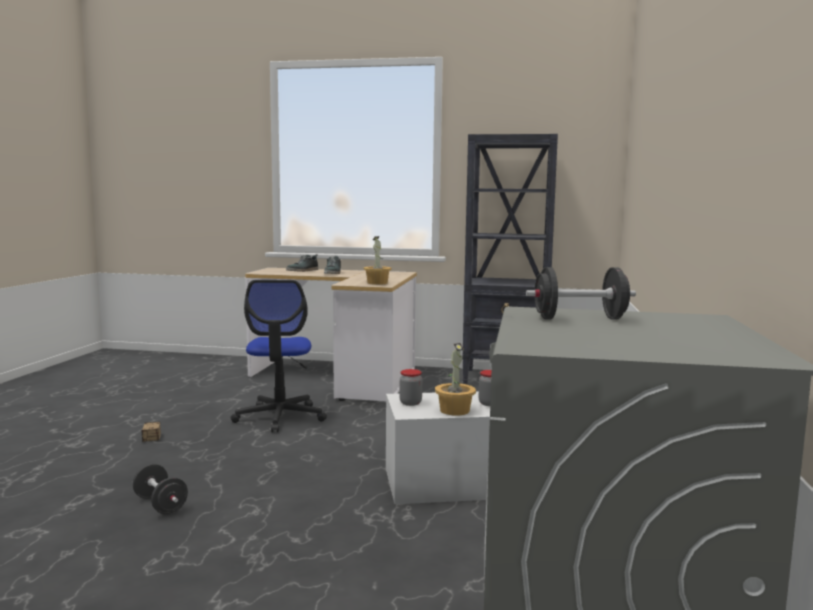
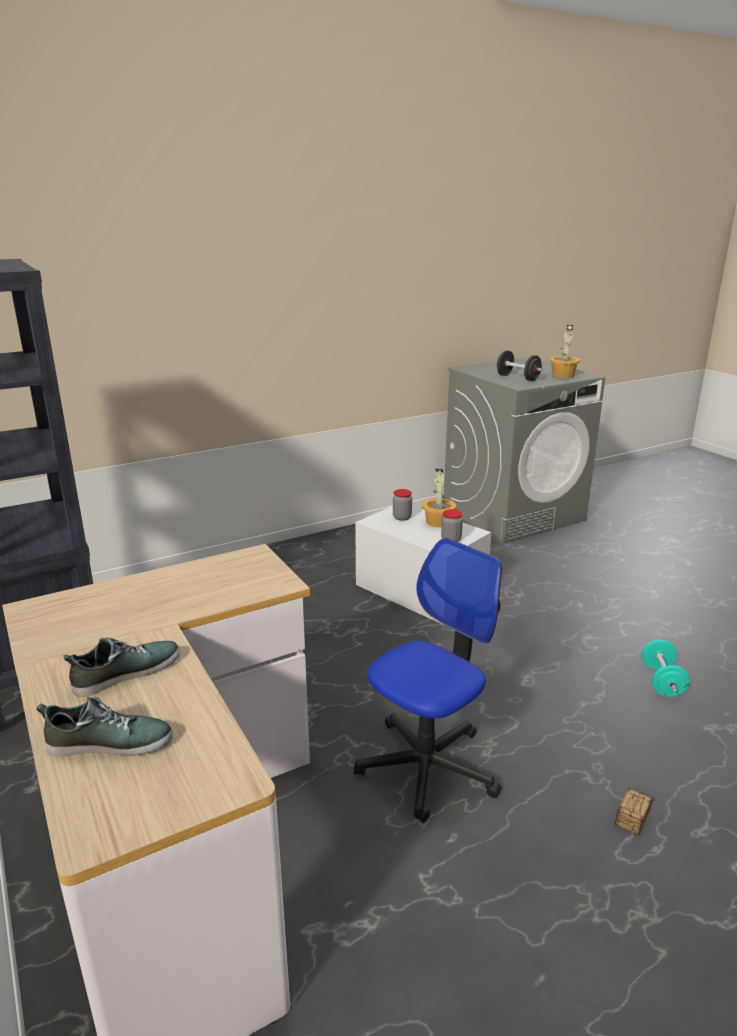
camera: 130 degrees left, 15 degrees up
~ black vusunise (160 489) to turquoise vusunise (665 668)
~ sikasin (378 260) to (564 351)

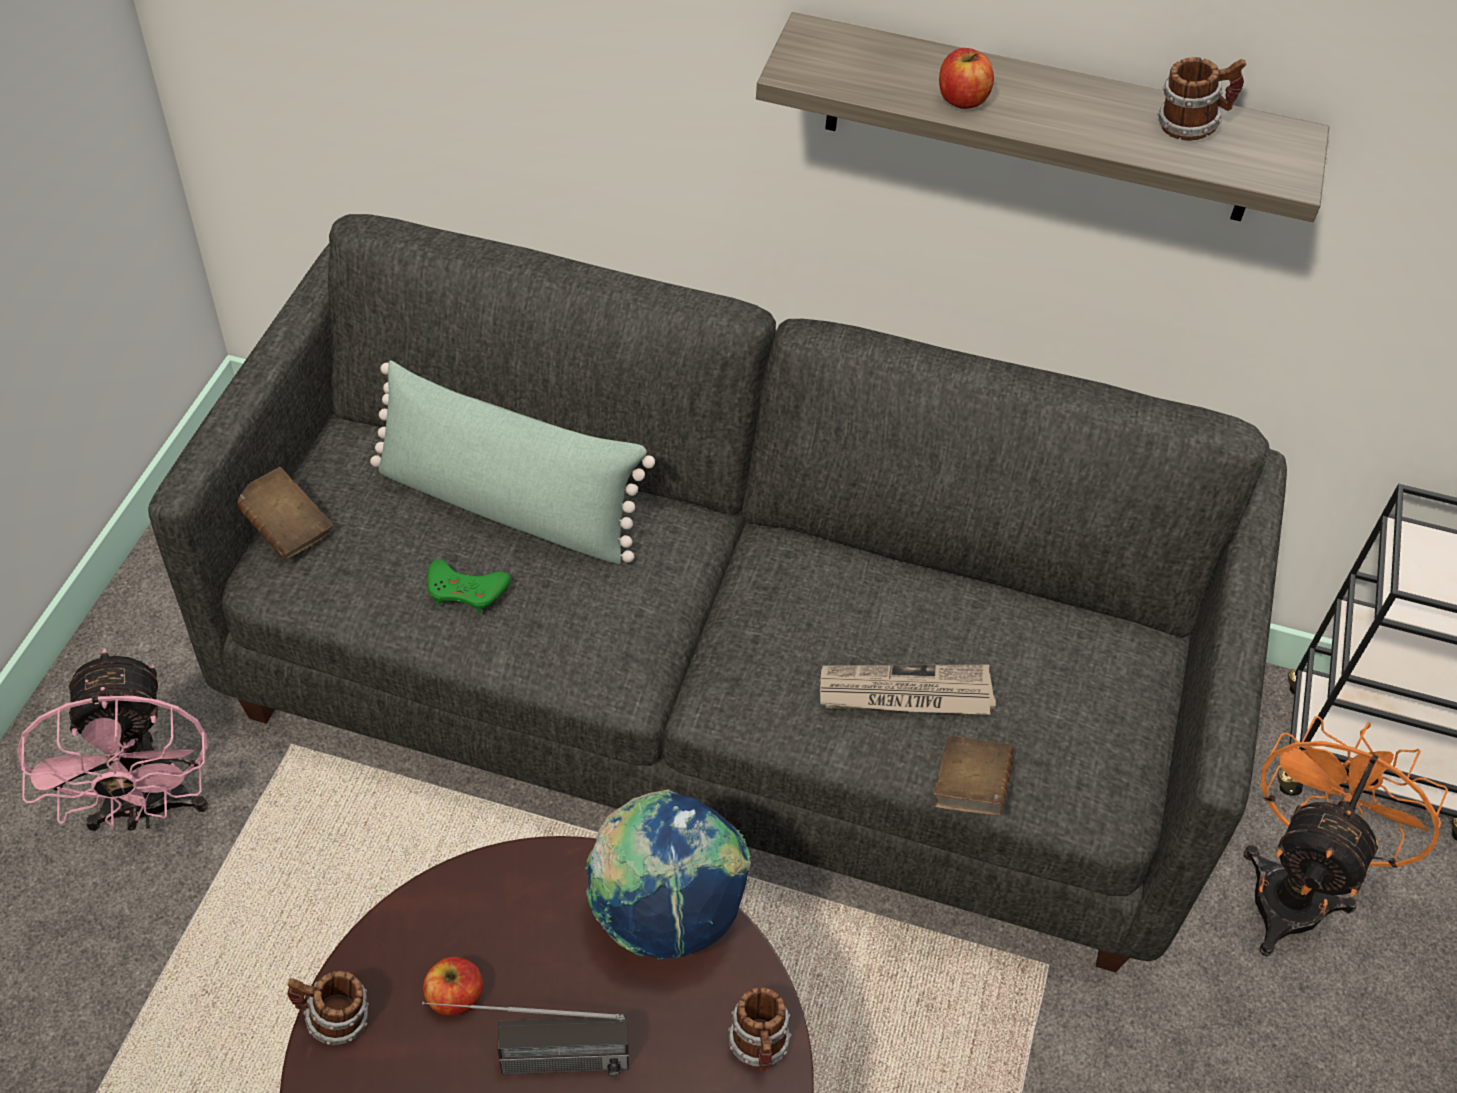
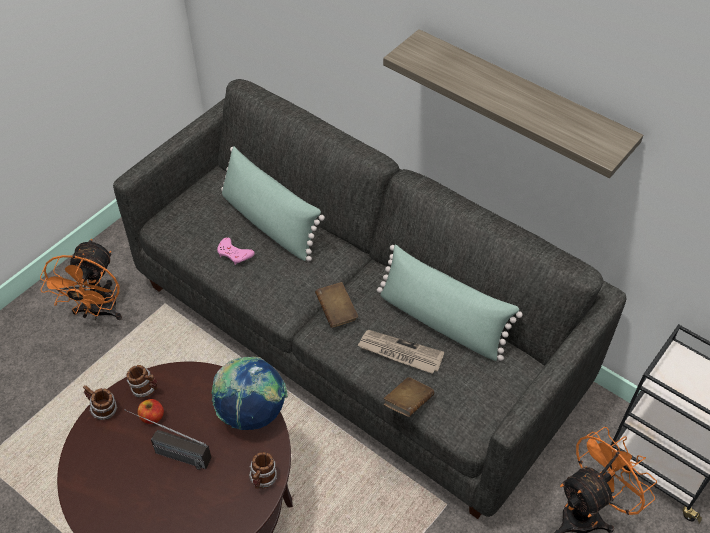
camera: 25 degrees right, 0 degrees up
~ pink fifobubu (112 739) to orange fifobubu (81 279)
~ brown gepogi (285 513) to (336 305)
~ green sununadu (469 586) to pink sununadu (236 251)
- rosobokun (966 78)
~ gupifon (1201 99) to (142 381)
+ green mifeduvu (450 303)

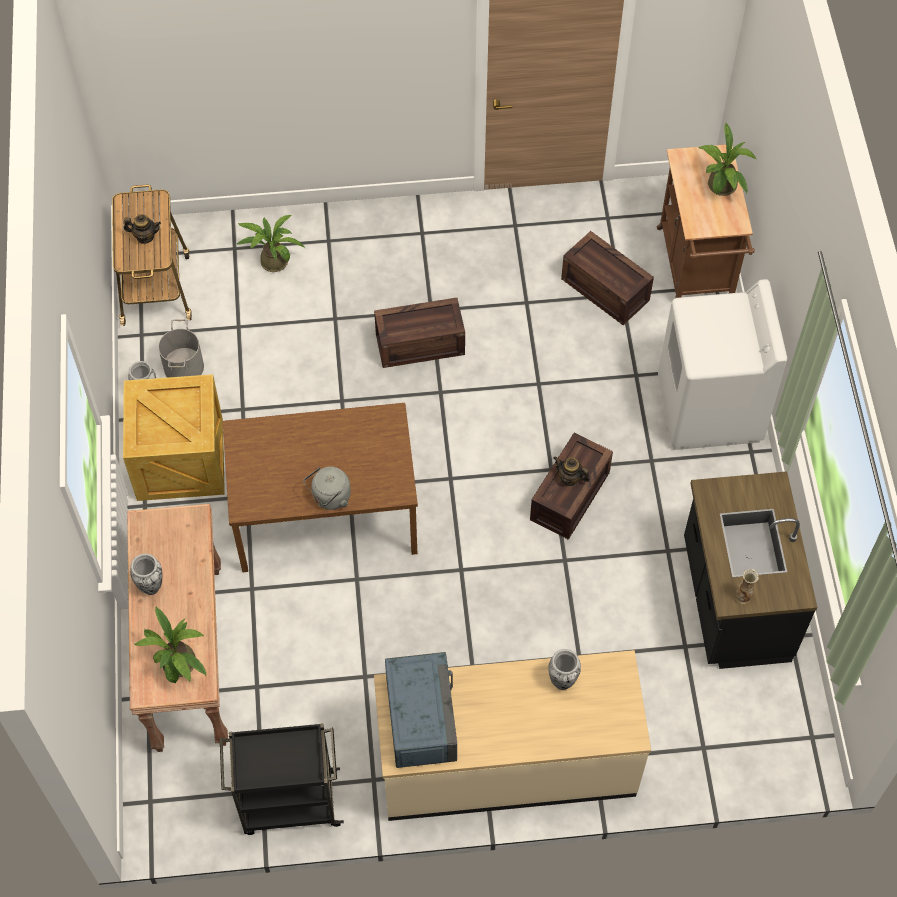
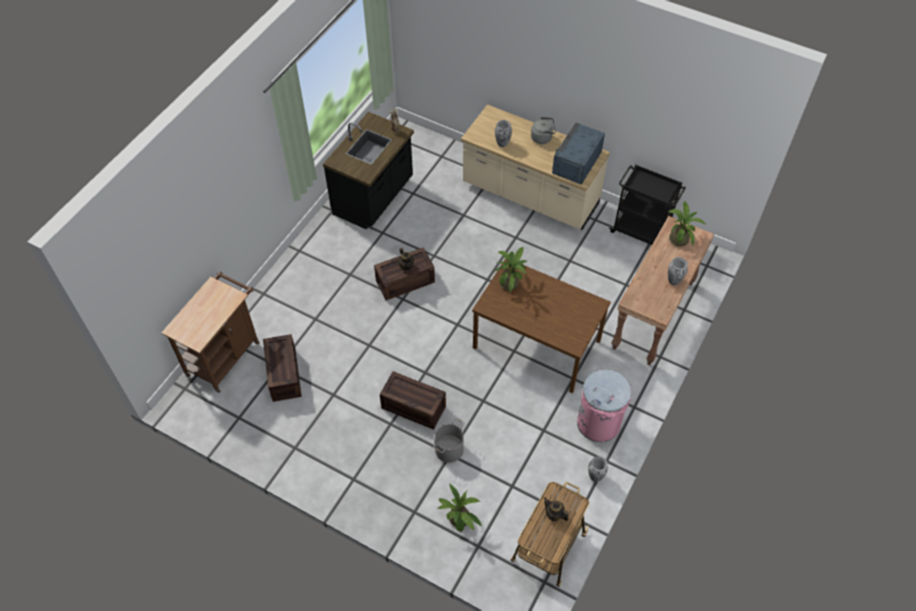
camera: 145 degrees left, 5 degrees down
~ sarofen (174 437) to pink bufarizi (604 405)
~ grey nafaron (181 348) to (449 440)
~ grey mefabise (327 488) to (543 130)
- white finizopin (722 364)
~ sikasin (727 159) to (510 270)

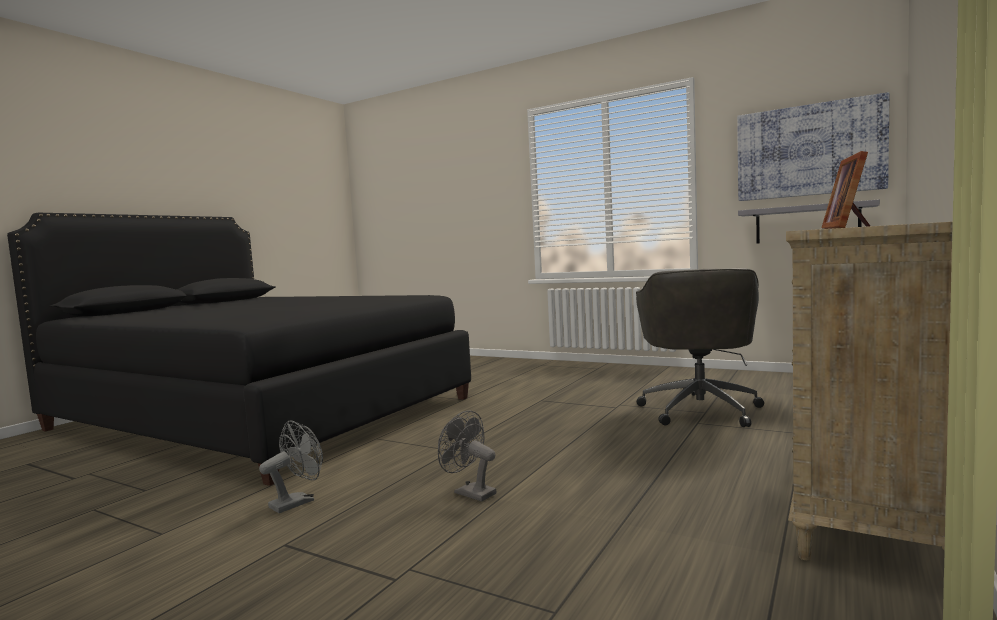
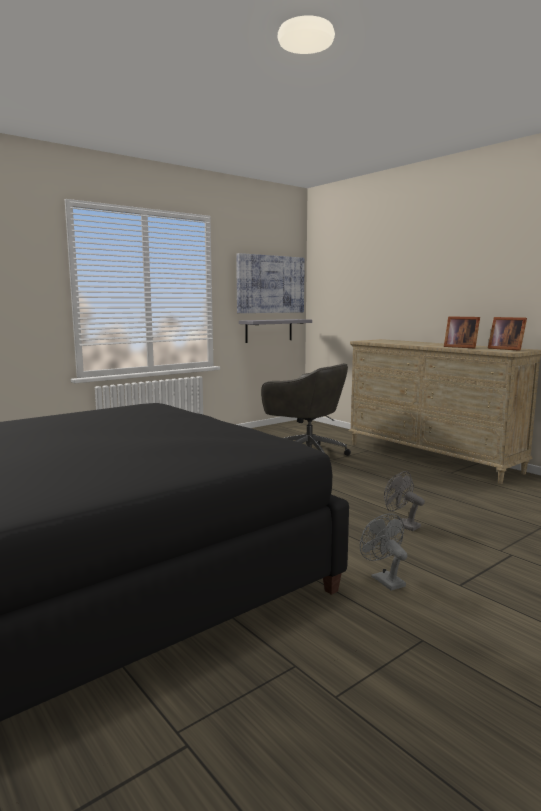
camera: 70 degrees left, 5 degrees up
~ grey fifobubu (467 456) = (404 501) 75 degrees clockwise
+ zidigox (507 334)

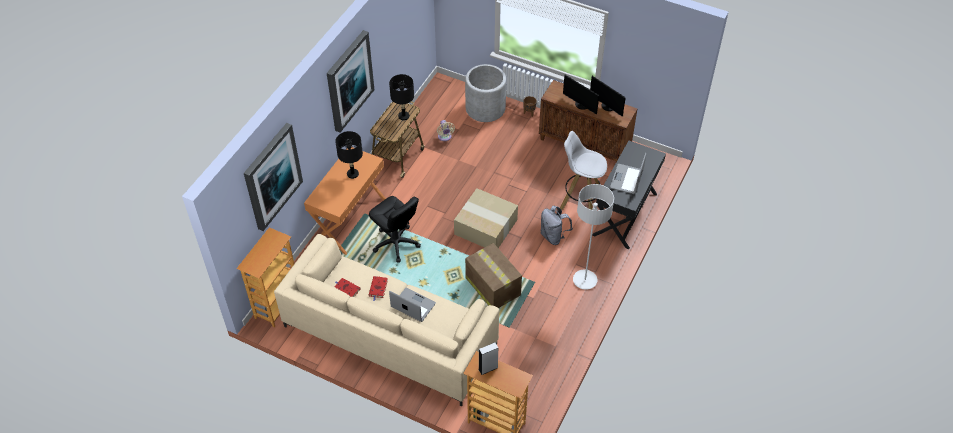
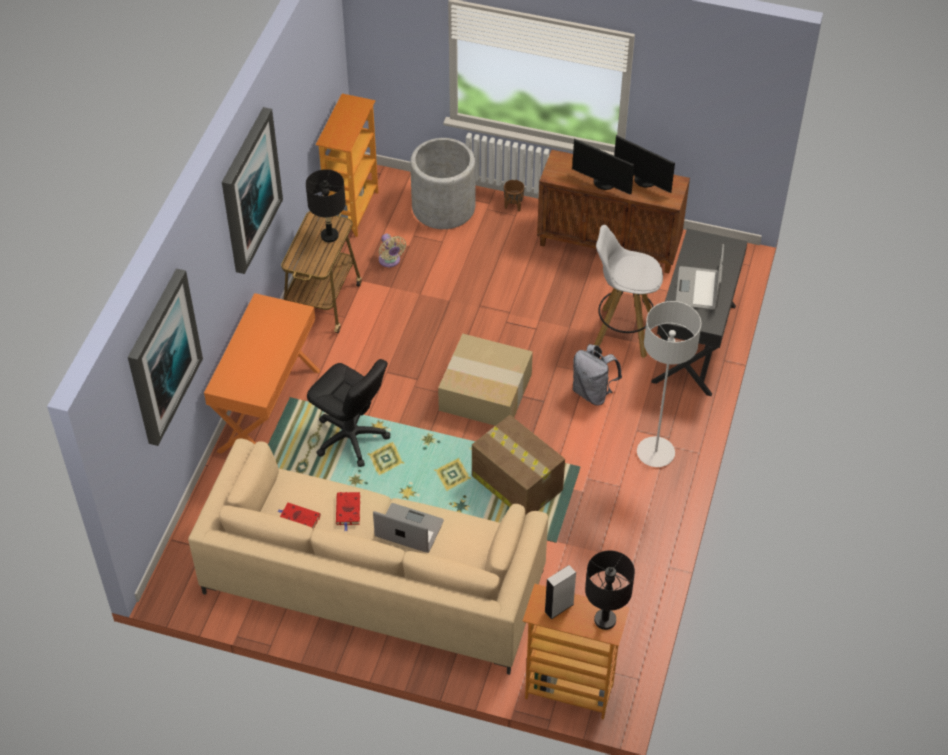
camera: 10 degrees left, 0 degrees up
~ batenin (265 277) to (347 165)
~ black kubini (349 155) to (610 590)

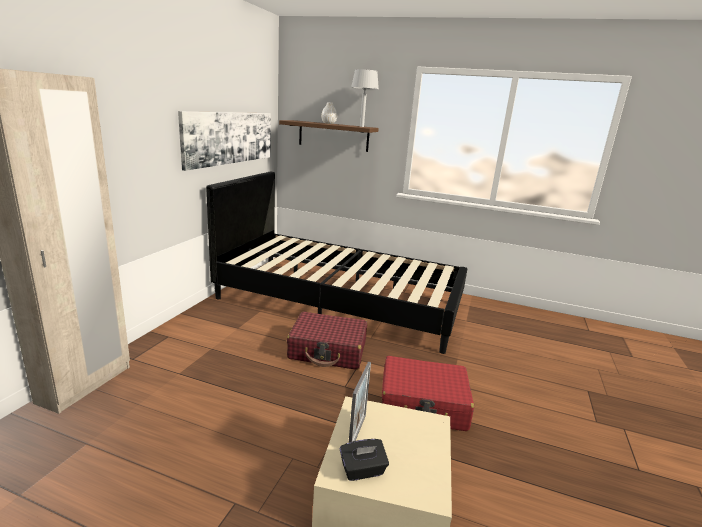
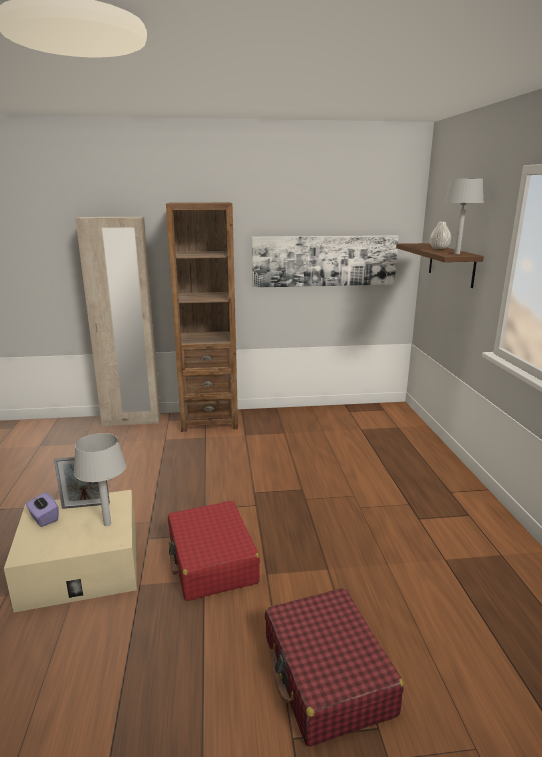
camera: 65 degrees right, 0 degrees up
- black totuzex (336 263)
~ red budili (327 341) to (334 667)
~ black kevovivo (364 460) to purple kevovivo (42 509)
+ grey kubini (100 479)
+ brown batenin (202 317)

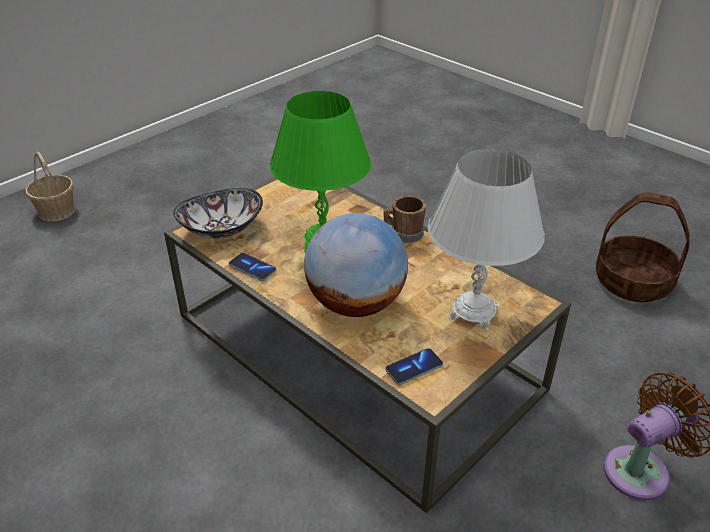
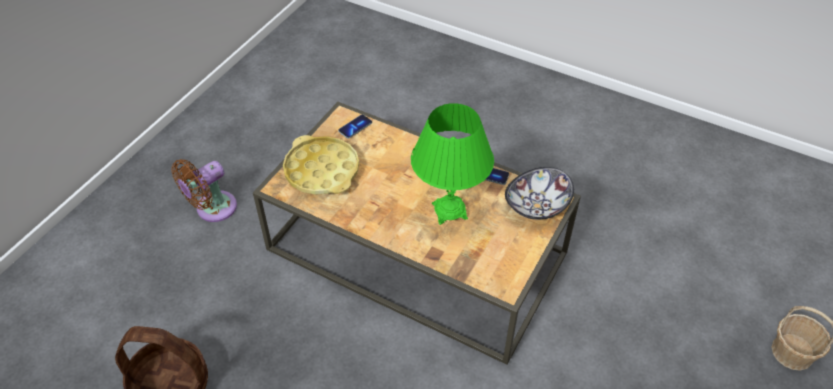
camera: 165 degrees right, 10 degrees up
- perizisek (356 265)
- brown gupifon (405 219)
~ white kubini (486 239) to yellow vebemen (321 165)

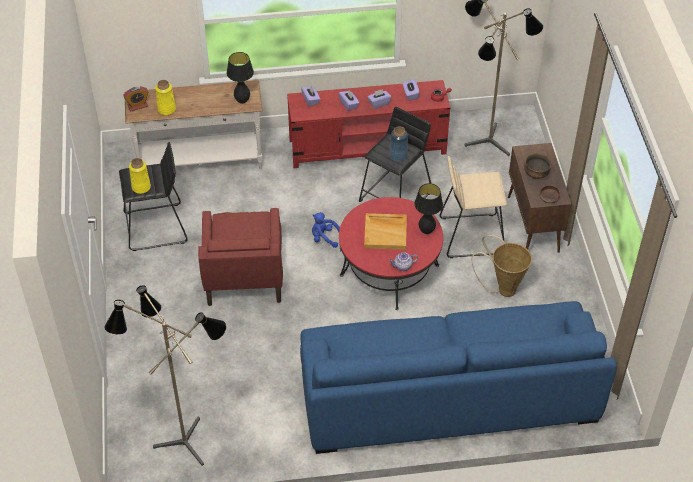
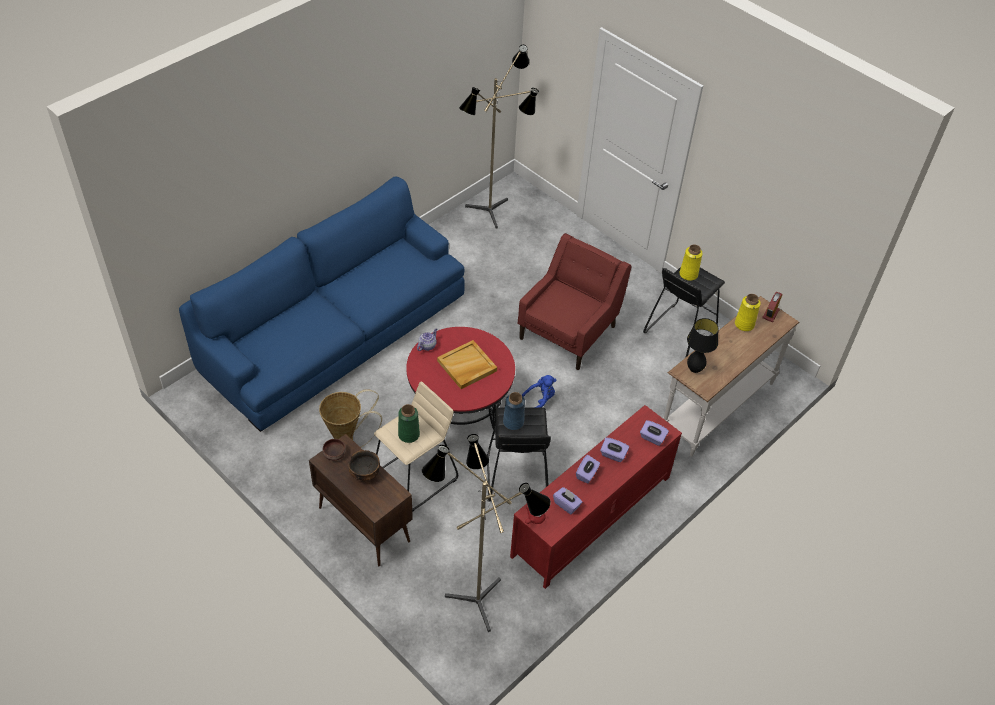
camera: 140 degrees right, 0 degrees up
~ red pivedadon (240 257) = (574 301) 75 degrees clockwise
- black kubini (428 208)
+ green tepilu (409 423)

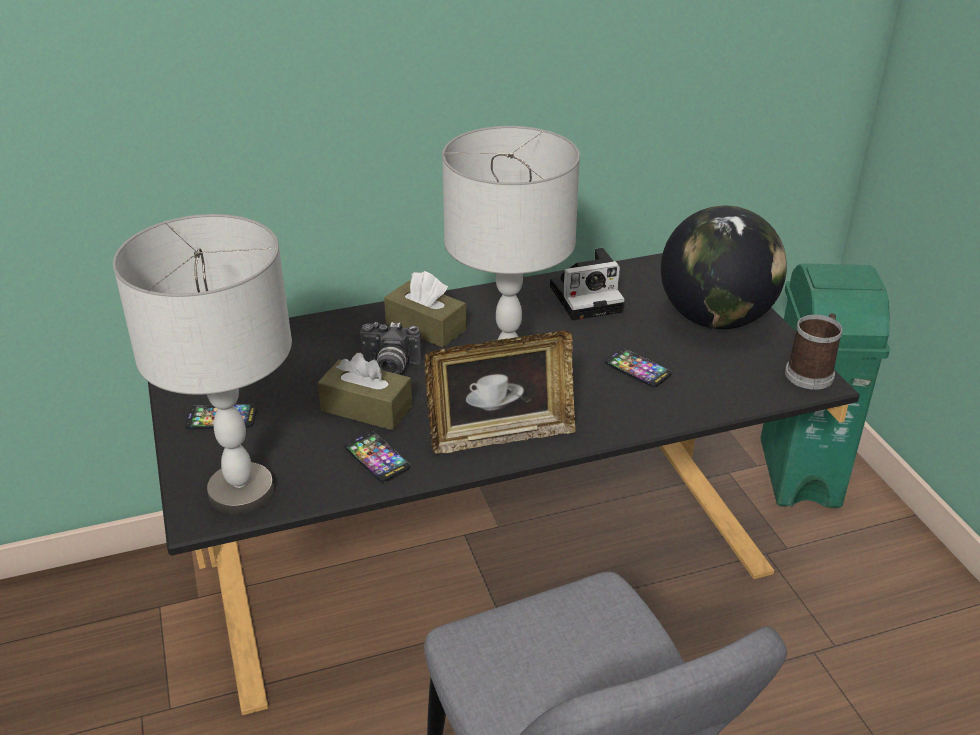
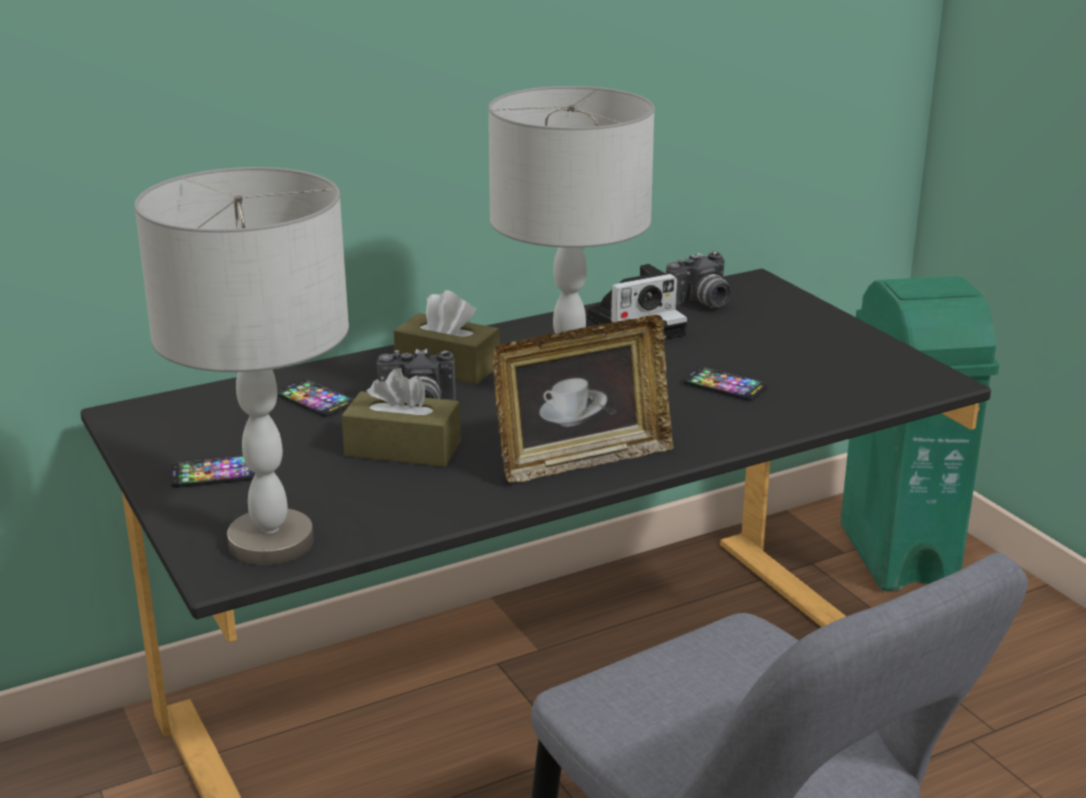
camera: 10 degrees left, 10 degrees down
~ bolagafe (377 456) to (315 398)
- perizisek (724 267)
- gupifon (814 351)
+ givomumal (698 279)

